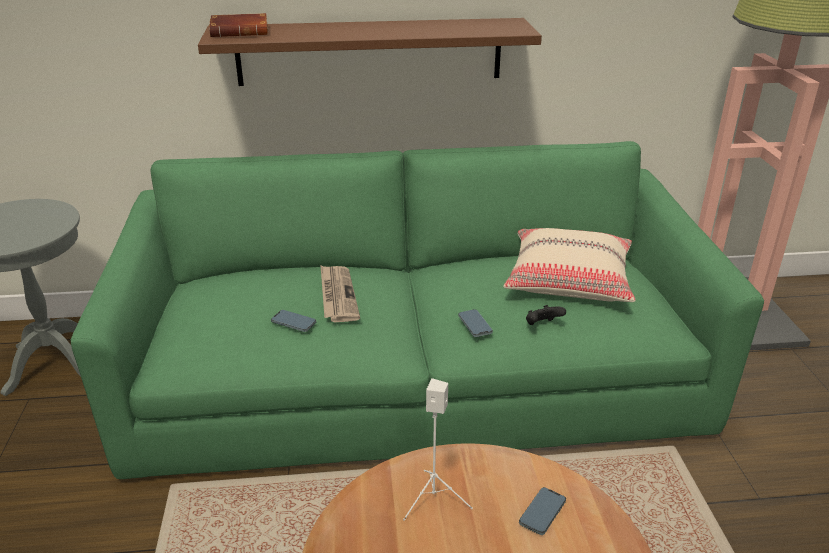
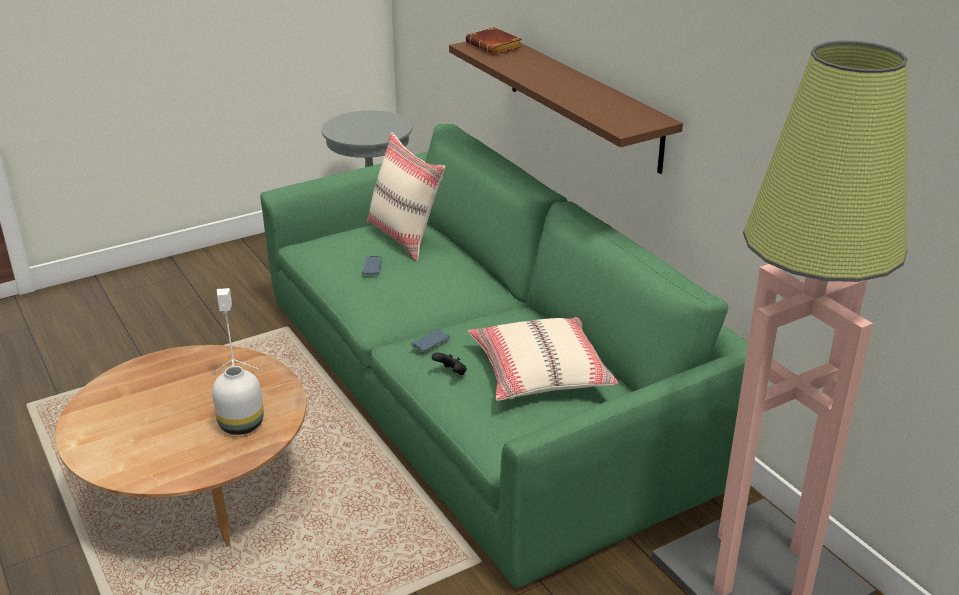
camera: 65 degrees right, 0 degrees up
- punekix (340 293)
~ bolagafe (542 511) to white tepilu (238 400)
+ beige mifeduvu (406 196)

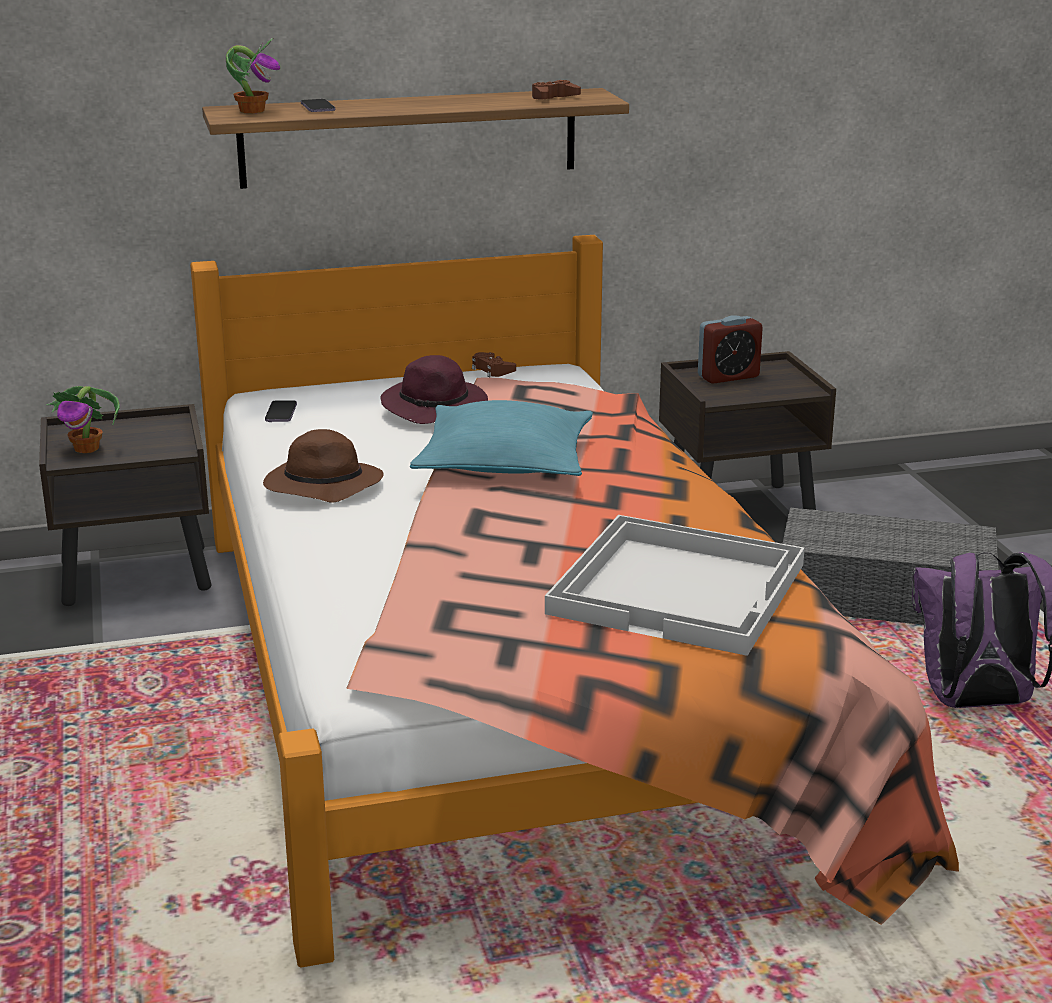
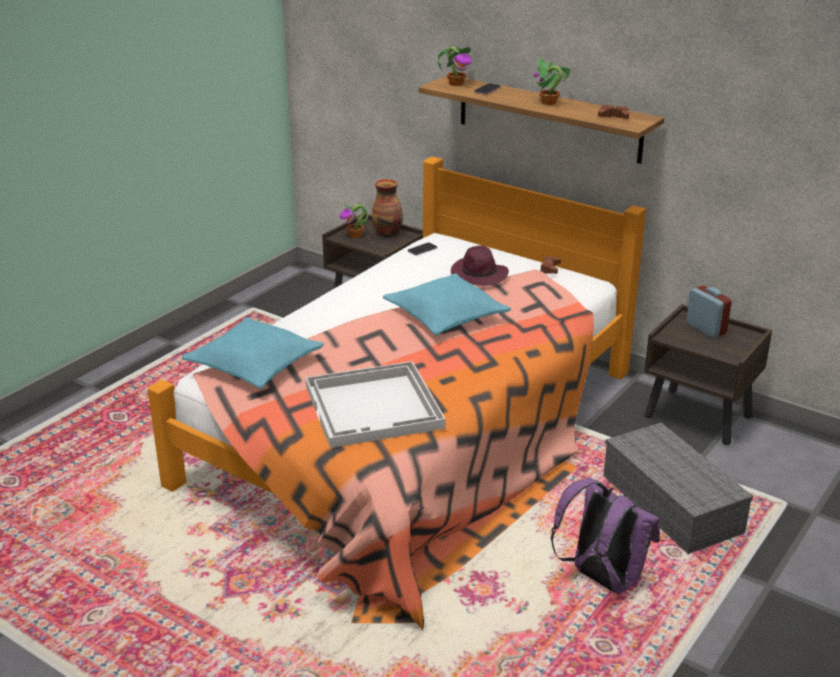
camera: 50 degrees right, 5 degrees up
- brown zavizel (323 466)
~ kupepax (730 349) = (709 312) 150 degrees counterclockwise
+ turquoise mifeduvu (253 353)
+ tepilu (387 208)
+ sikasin (552 82)

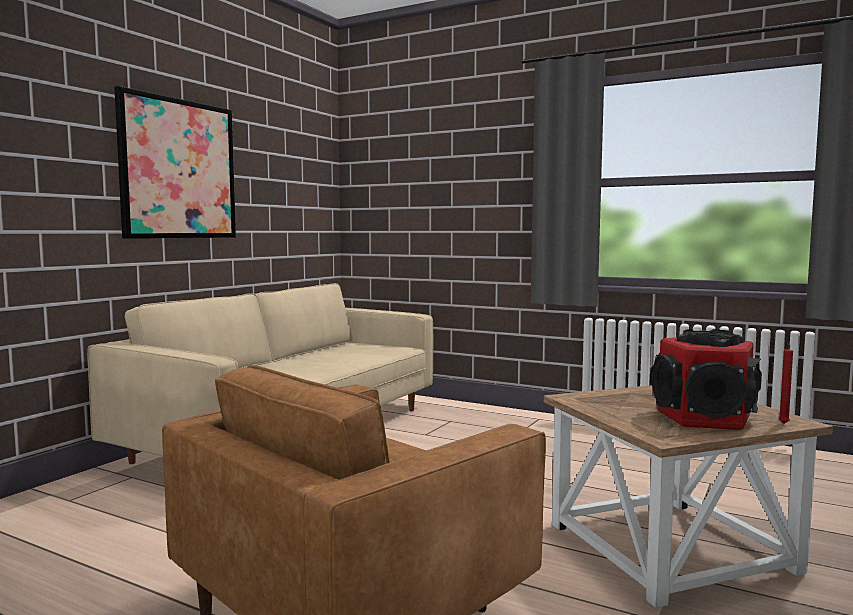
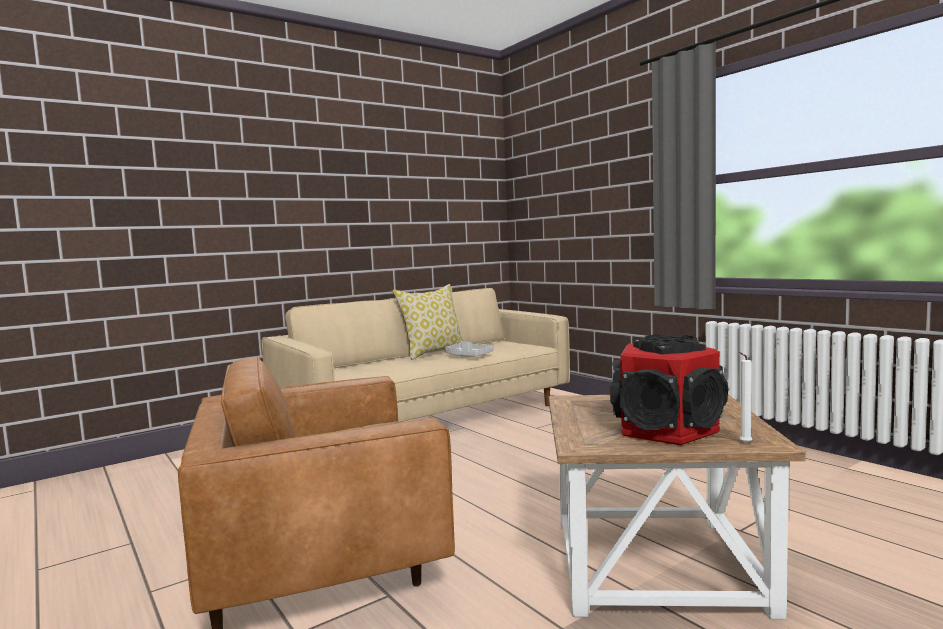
camera: 25 degrees right, 0 degrees up
- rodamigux (175 162)
~ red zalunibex (785 383) to white zalunibex (745 398)
+ mifeduvu (428 322)
+ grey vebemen (469 349)

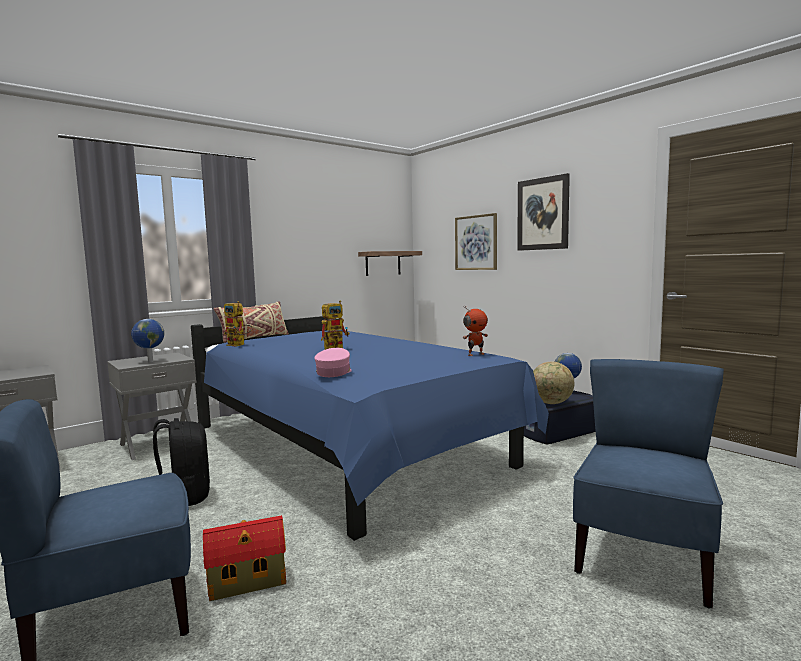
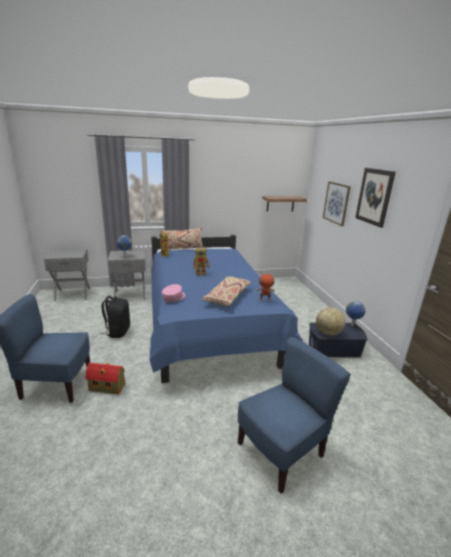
camera: 25 degrees right, 15 degrees up
+ beige mifeduvu (227 291)

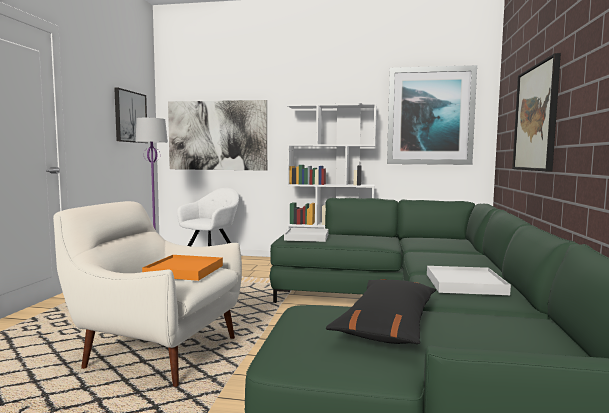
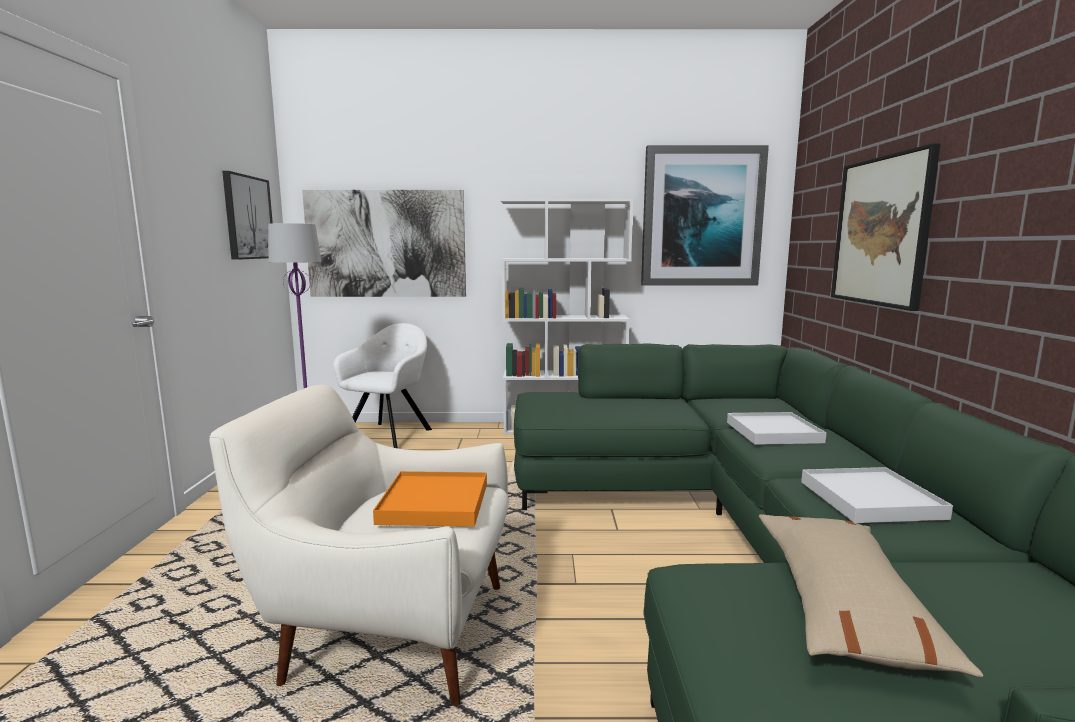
camera: 10 degrees left, 5 degrees up
~ white vebemen (306 235) to (777 428)
~ black mifeduvu (381 311) to beige mifeduvu (871 595)

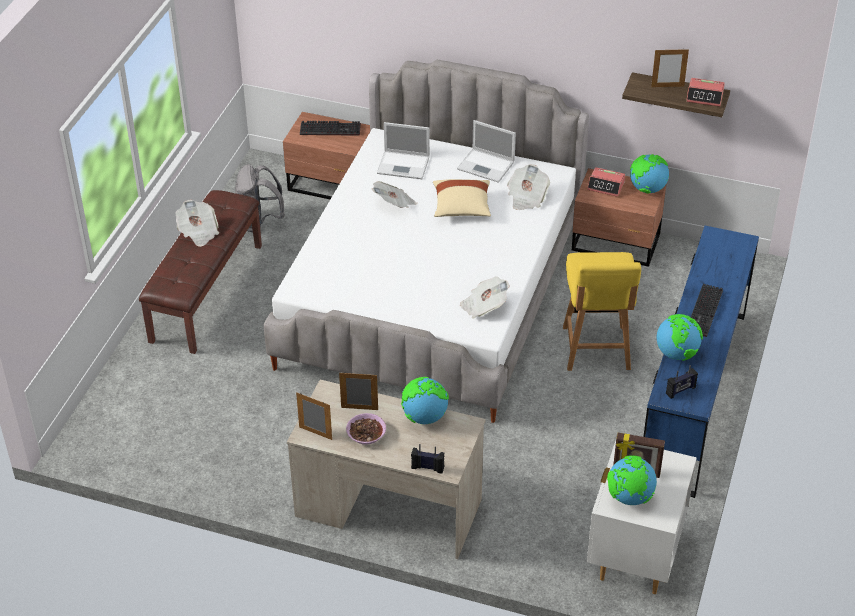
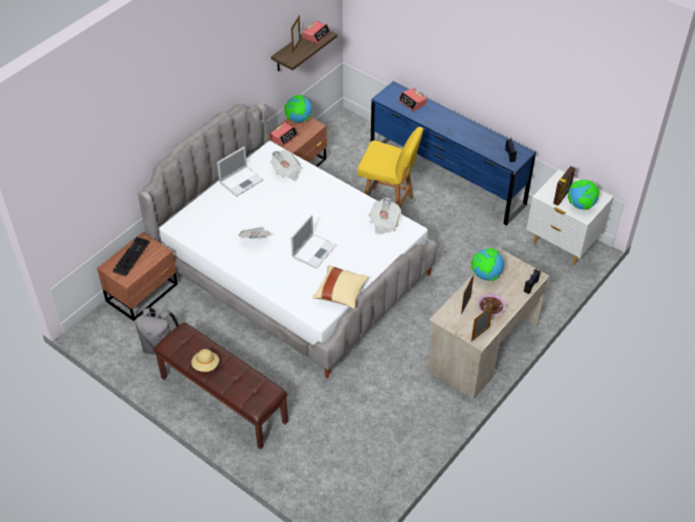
camera: 70 degrees left, 5 degrees up
~ punekix (197 223) to beige zavizel (205 360)
~ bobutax (403 150) to (313 242)
~ beige mifeduvu (462 198) to (340 287)
- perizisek (679 337)
- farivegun (707 310)
+ kupepax (412 99)

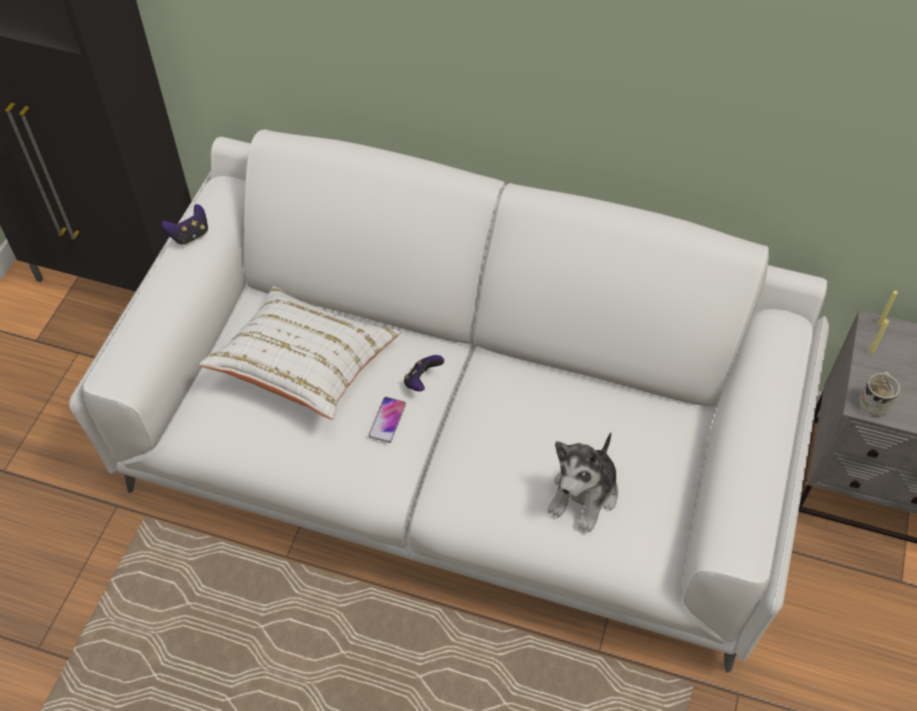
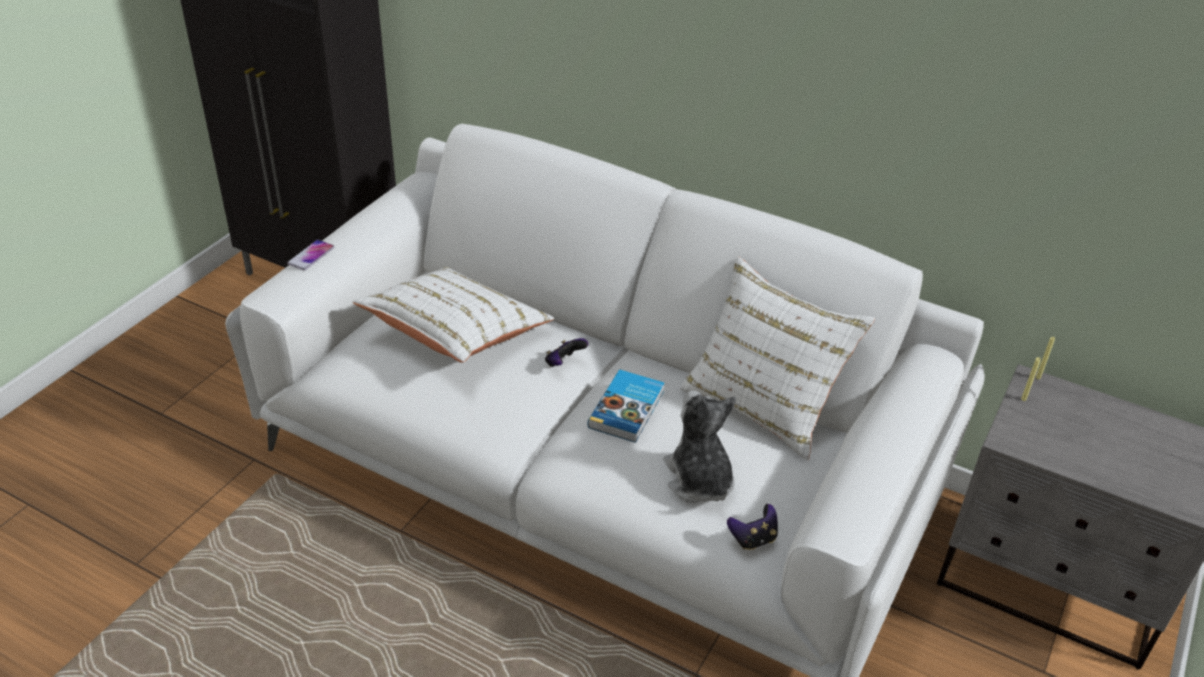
camera: 10 degrees right, 15 degrees down
~ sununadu (185 224) to (752 527)
~ bolagafe (387 420) to (310 255)
~ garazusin (583 482) = (699 446) 120 degrees clockwise
- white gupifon (879 394)
+ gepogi (626 406)
+ white mifeduvu (777 358)

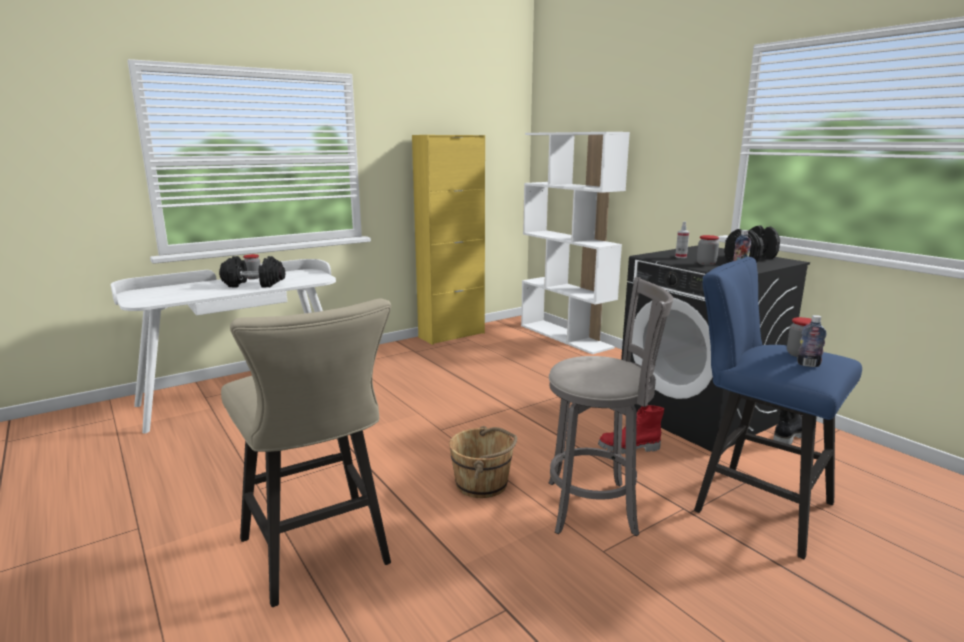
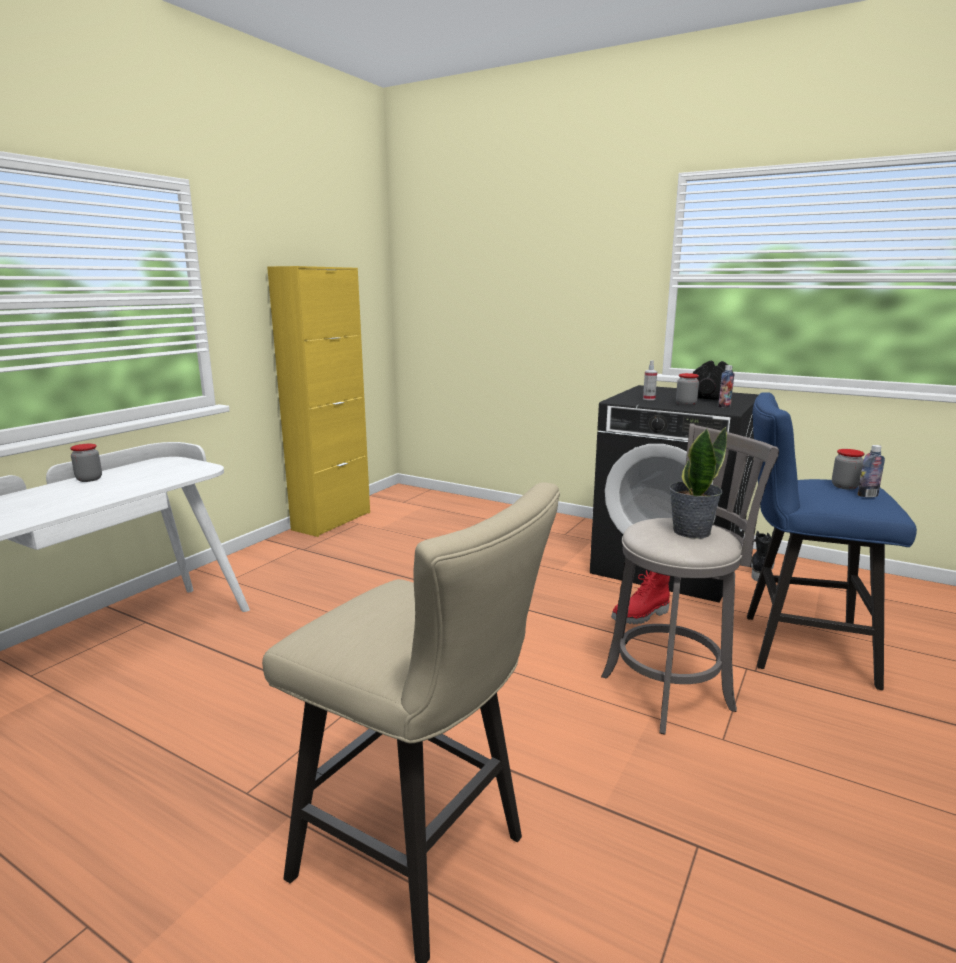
camera: 25 degrees left, 0 degrees up
- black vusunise (252 271)
- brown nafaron (483 462)
- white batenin (575 243)
+ sikasin (698 483)

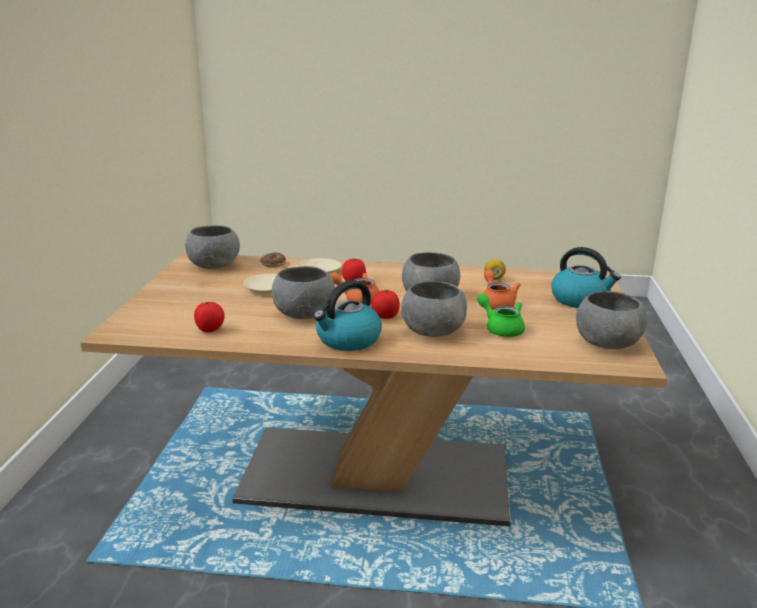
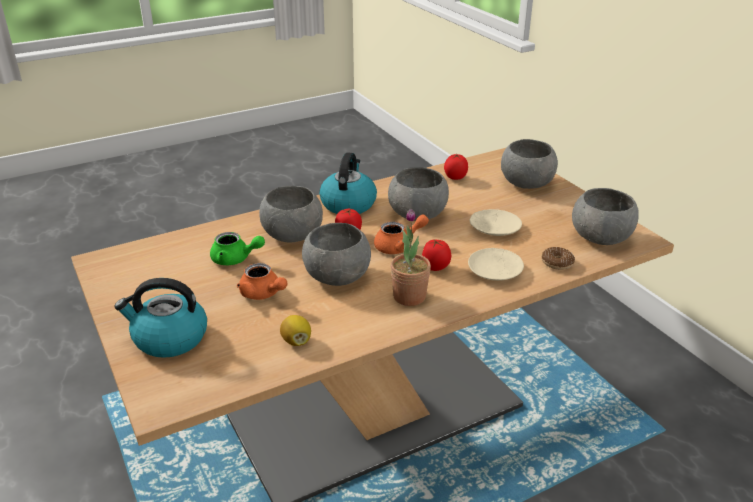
camera: 145 degrees right, 10 degrees up
~ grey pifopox (611 320) to (529 164)
+ sikasin (410 257)

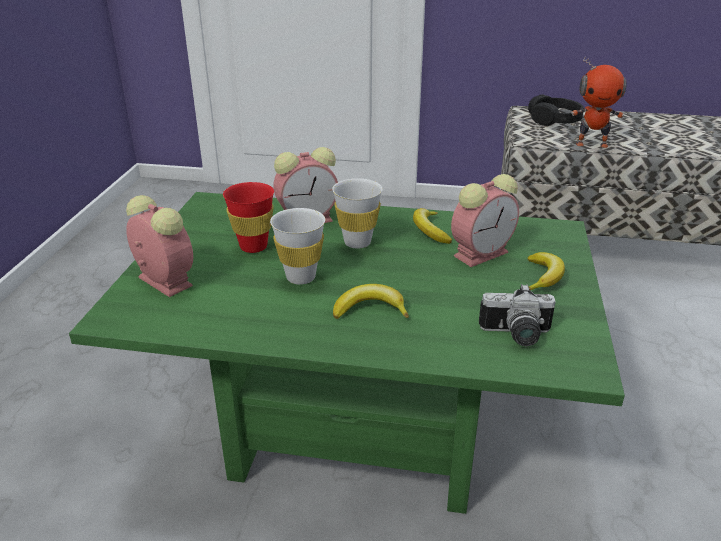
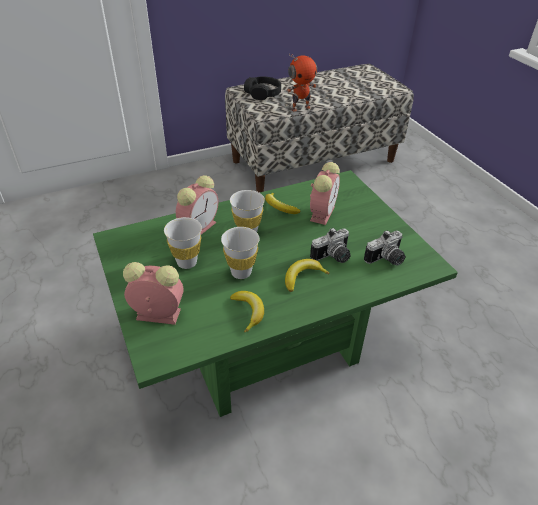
camera: 35 degrees left, 10 degrees up
~ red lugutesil (248 217) to white lugutesil (183 243)
~ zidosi (546 271) to (247 311)
+ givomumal (330 245)

